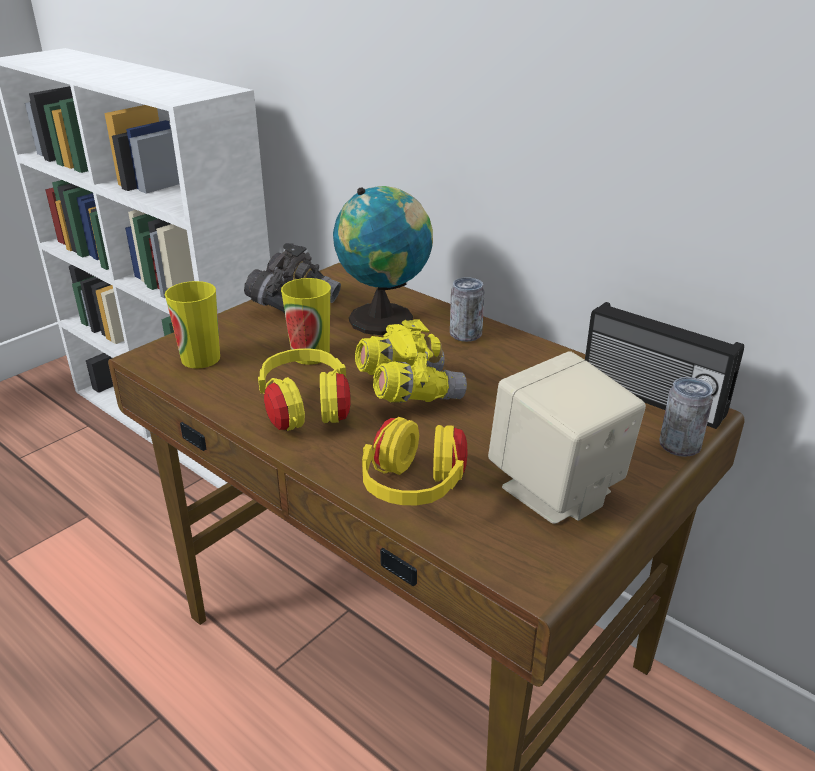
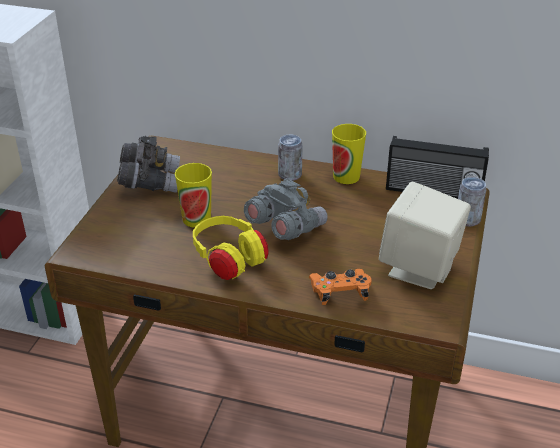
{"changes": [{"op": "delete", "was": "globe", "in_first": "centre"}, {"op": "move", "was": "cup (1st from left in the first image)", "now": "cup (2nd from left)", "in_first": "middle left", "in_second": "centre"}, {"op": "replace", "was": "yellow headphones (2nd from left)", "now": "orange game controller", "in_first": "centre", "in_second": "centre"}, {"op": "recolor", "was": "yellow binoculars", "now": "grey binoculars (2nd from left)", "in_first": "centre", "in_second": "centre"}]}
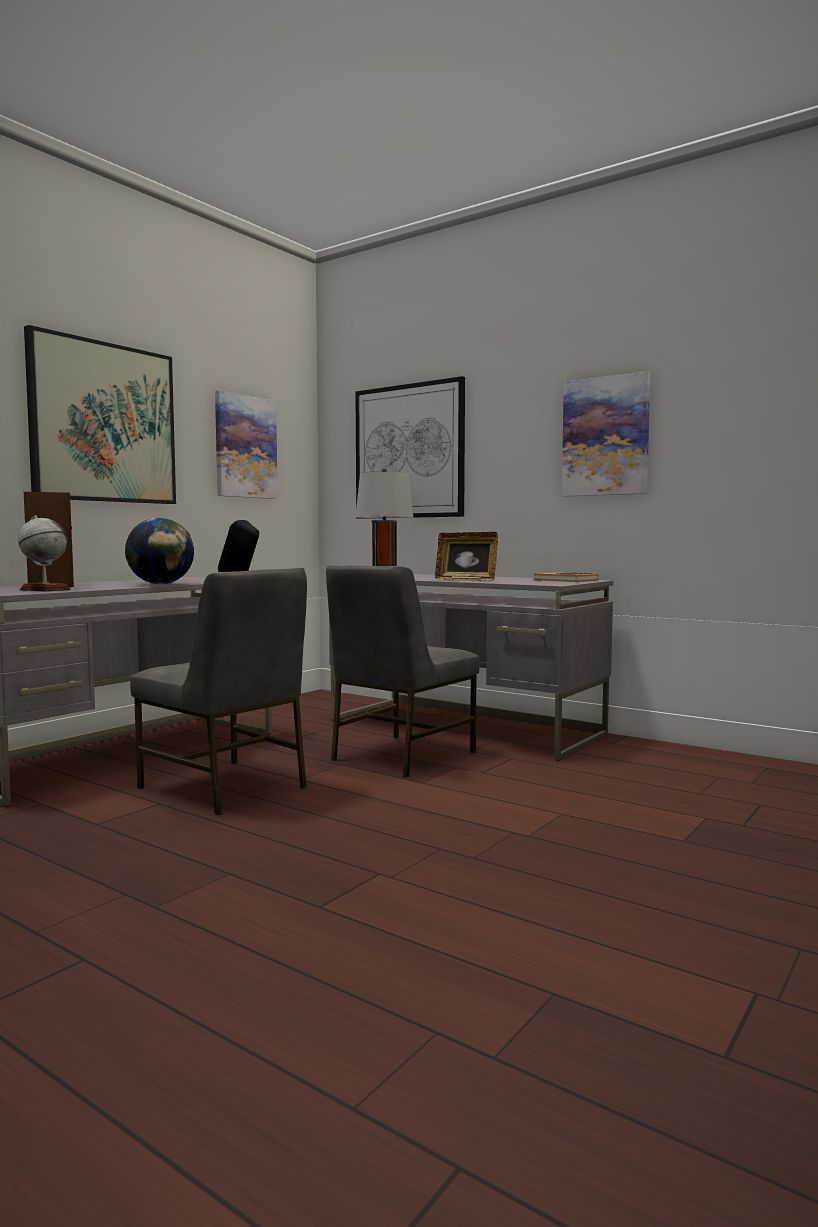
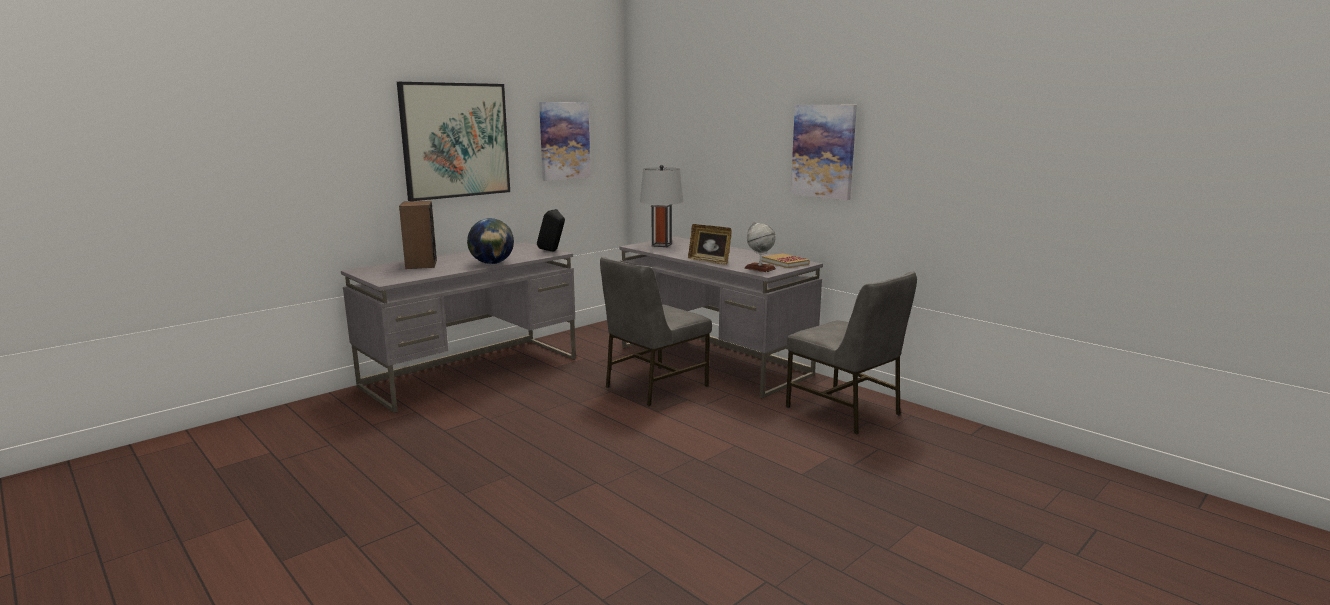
{"changes": [{"op": "delete", "was": "picture (3rd from left)", "in_first": "centre"}, {"op": "move", "was": "globe (1st from left in the first image)", "now": "globe (2nd from left)", "in_first": "middle left", "in_second": "centre"}, {"op": "move", "was": "grey chair (1st from left in the first image)", "now": "grey chair (2nd from left)", "in_first": "middle left", "in_second": "centre"}]}
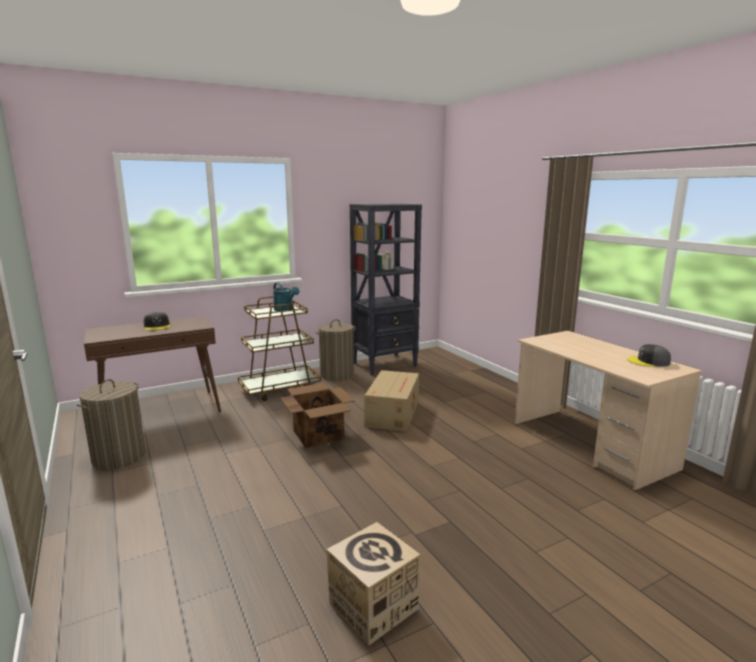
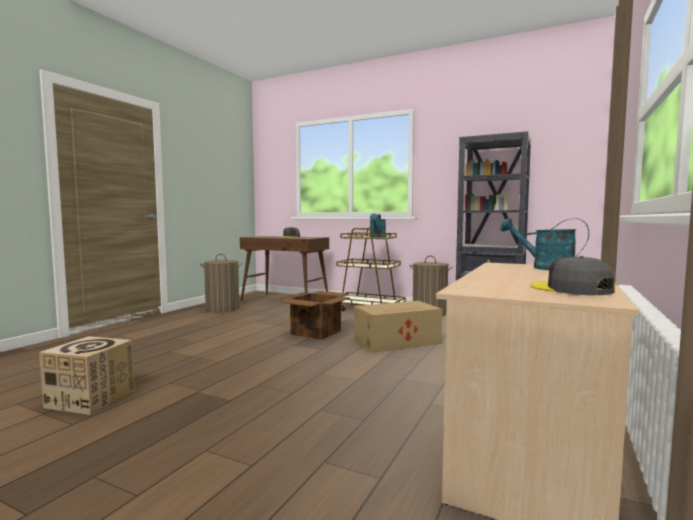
{"changes": [{"op": "insert", "now": "turquoise watering can (2nd from left)", "in_second": "middle right"}]}
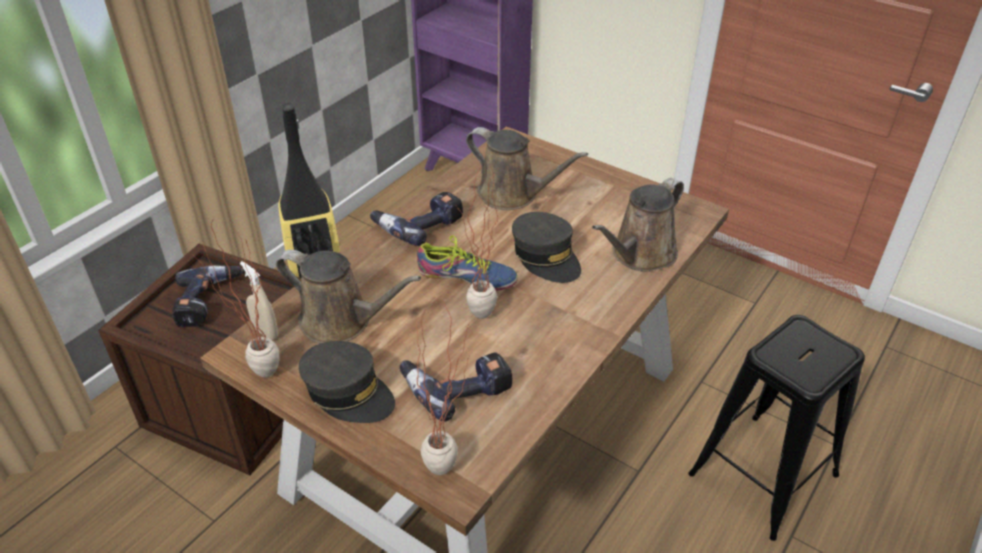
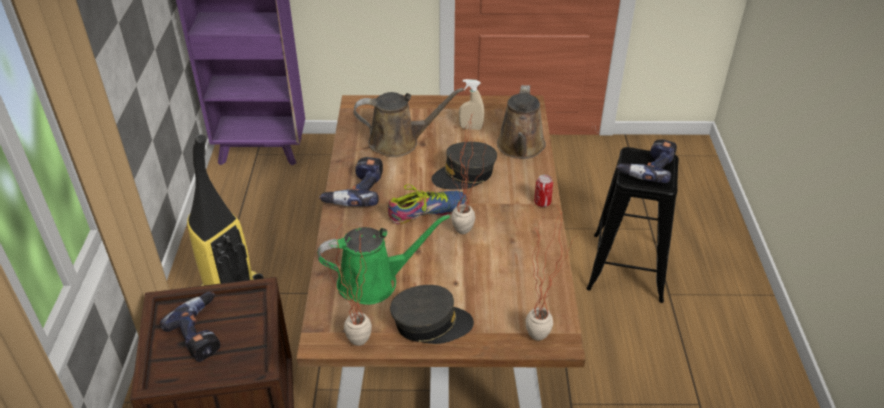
{"changes": [{"op": "insert", "now": "can", "in_second": "centre"}, {"op": "move", "was": "beige spray bottle", "in_first": "middle left", "in_second": "top centre"}, {"op": "move", "was": "power drill (3rd from left)", "in_first": "bottom centre", "in_second": "middle right"}, {"op": "recolor", "was": "brown watering can (1st from left)", "now": "green watering can", "in_first": "centre", "in_second": "centre"}, {"op": "rotate", "was": "grey cap (2nd from left)", "in_first": "centre", "in_second": "centre", "clockwise": 135}]}
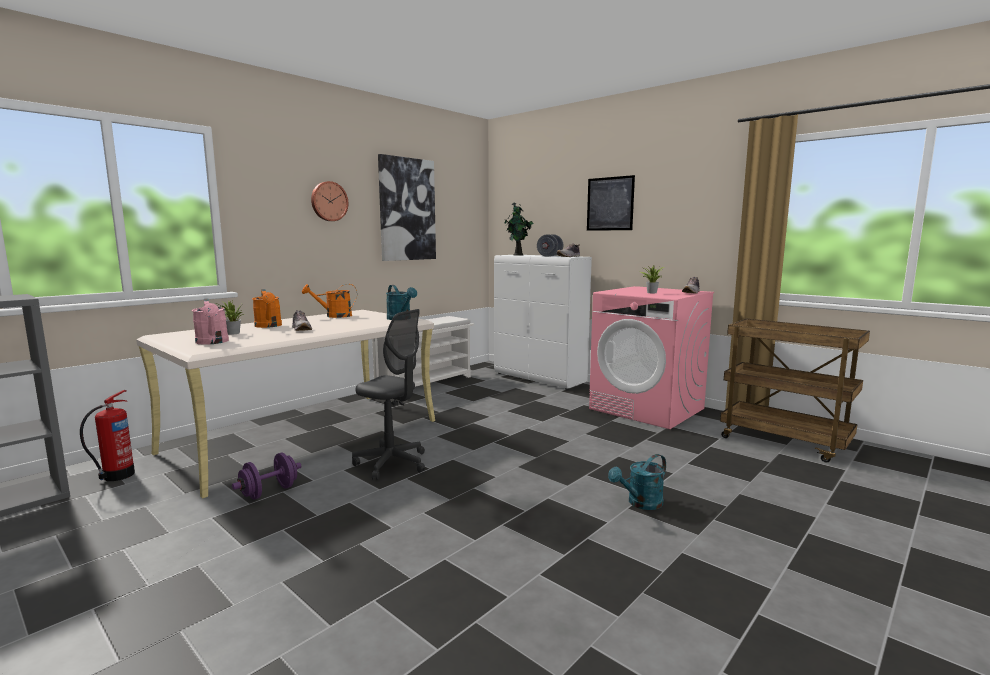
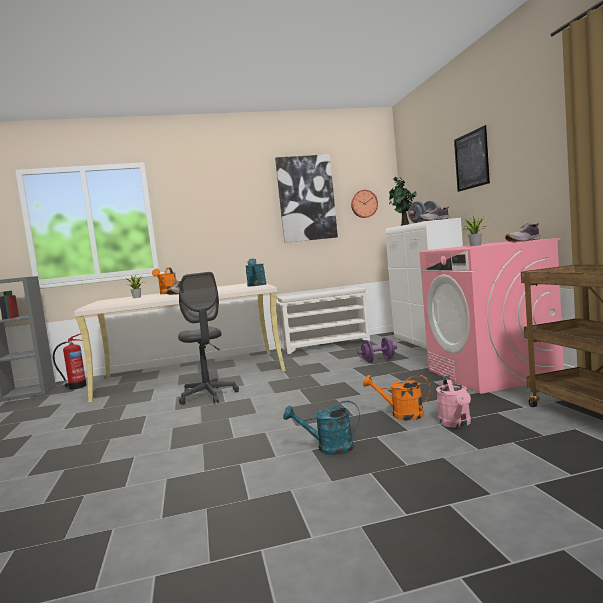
{"changes": [{"op": "move", "was": "pink watering can", "in_first": "middle left", "in_second": "bottom right"}, {"op": "move", "was": "purple dumbbell", "in_first": "bottom left", "in_second": "centre"}, {"op": "move", "was": "orange watering can (2nd from left)", "in_first": "middle left", "in_second": "centre"}, {"op": "move", "was": "wall clock", "in_first": "top left", "in_second": "centre"}]}
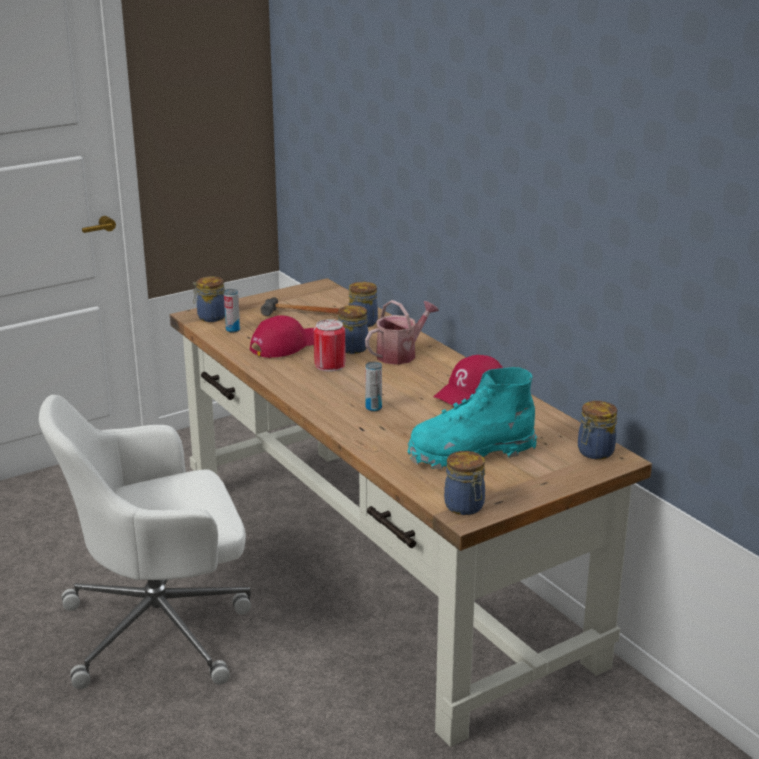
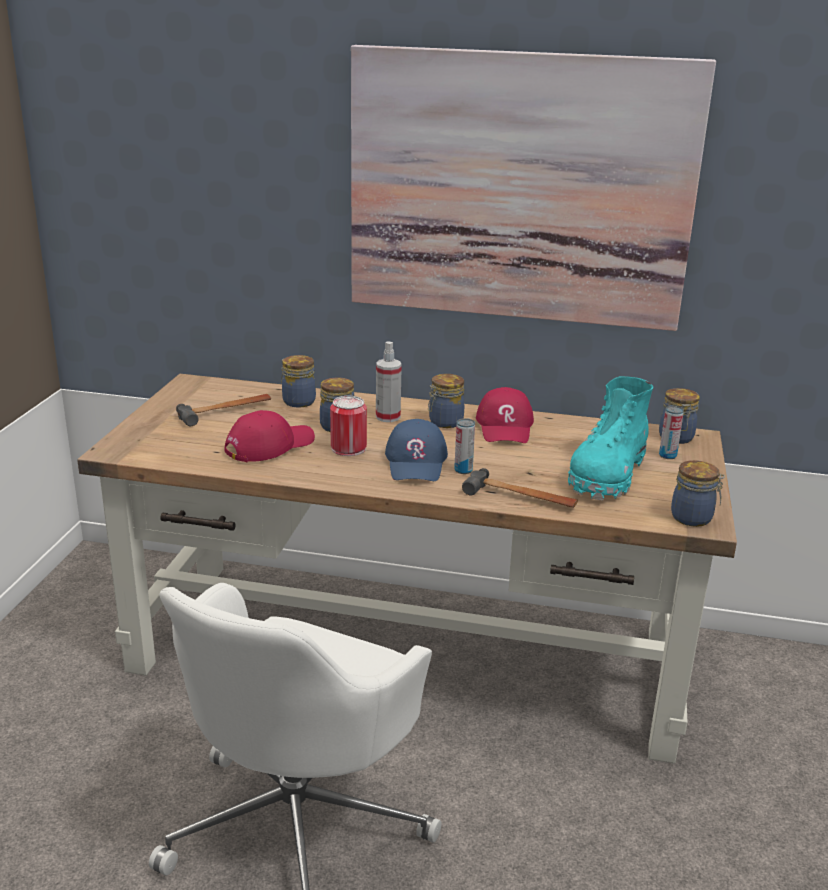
{"changes": [{"op": "insert", "now": "picture", "in_second": "top centre"}, {"op": "insert", "now": "blue cap", "in_second": "centre"}, {"op": "insert", "now": "hammer (2nd from left)", "in_second": "centre"}, {"op": "move", "was": "jar (1st from left in the first image)", "now": "jar (3rd from left)", "in_first": "middle left", "in_second": "centre"}, {"op": "move", "was": "can (1st from left in the first image)", "now": "can (3rd from left)", "in_first": "middle left", "in_second": "middle right"}, {"op": "replace", "was": "watering can", "now": "spray bottle", "in_first": "centre", "in_second": "centre"}, {"op": "rotate", "was": "red cap (1st from left)", "in_first": "centre", "in_second": "middle left", "clockwise": 45}]}
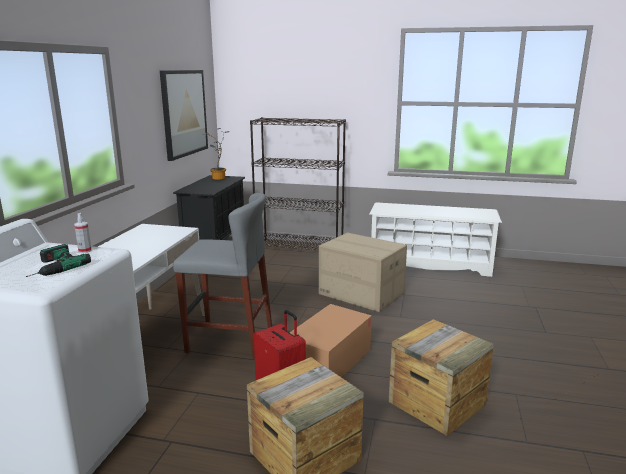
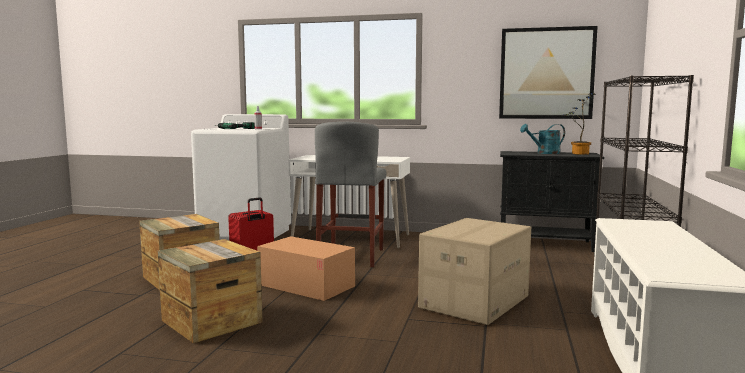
{"changes": [{"op": "insert", "now": "turquoise watering can", "in_second": "middle right"}]}
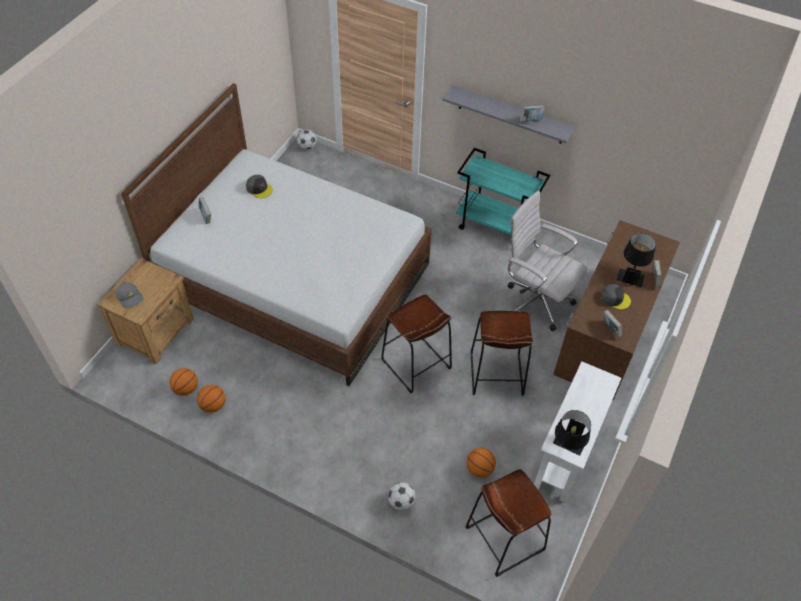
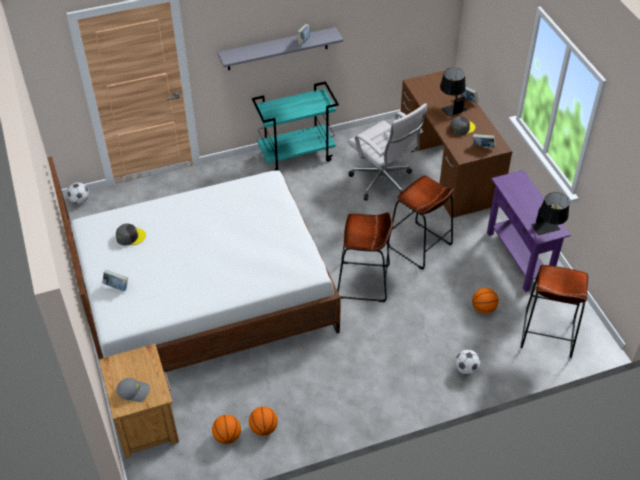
{"changes": [{"op": "recolor", "was": "white console table", "now": "purple console table", "in_first": "bottom right", "in_second": "middle right"}, {"op": "rotate", "was": "white office chair", "in_first": "middle right", "in_second": "top centre", "clockwise": -120}]}
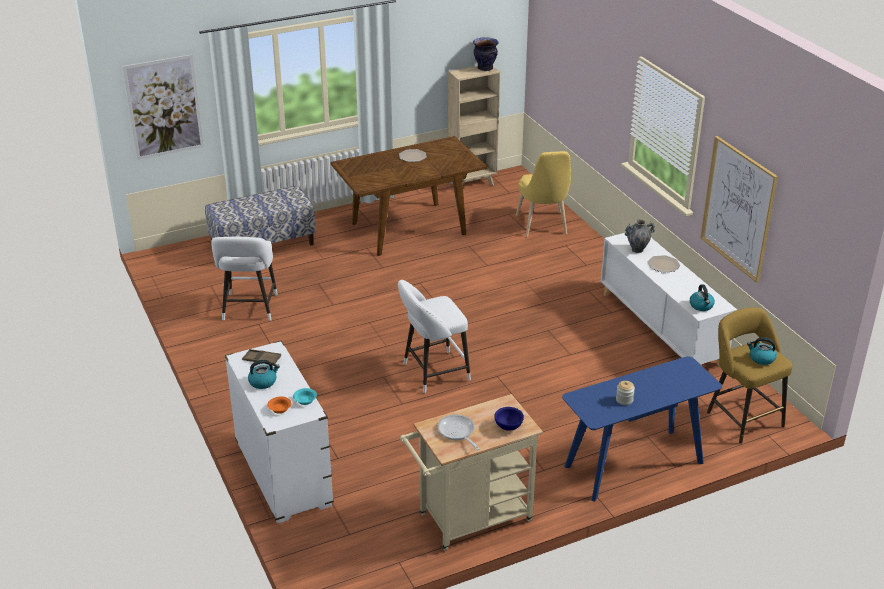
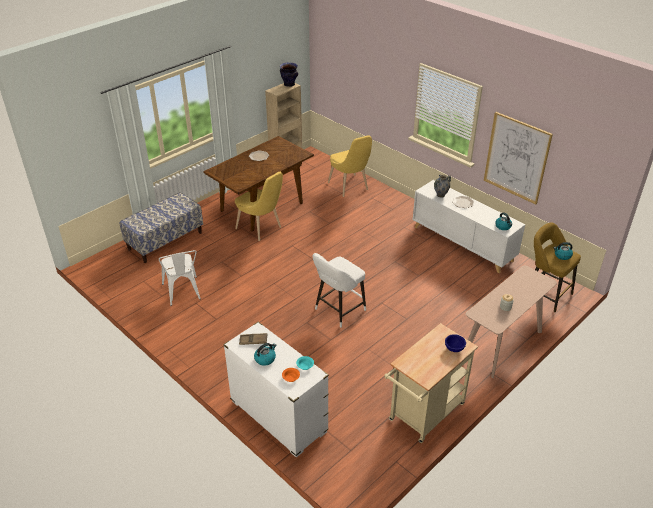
{"changes": [{"op": "delete", "was": "picture (1st from left)", "in_first": "top left"}, {"op": "delete", "was": "frying pan", "in_first": "bottom centre"}, {"op": "insert", "now": "yellow chair (1st from left)", "in_second": "centre"}, {"op": "replace", "was": "white stool (1st from left)", "now": "white chair", "in_first": "middle left", "in_second": "middle left"}, {"op": "recolor", "was": "blue console table", "now": "beige console table", "in_first": "bottom right", "in_second": "middle right"}]}
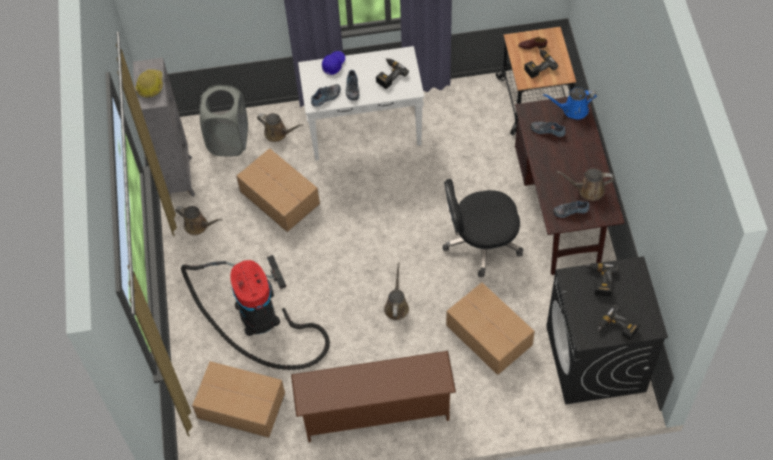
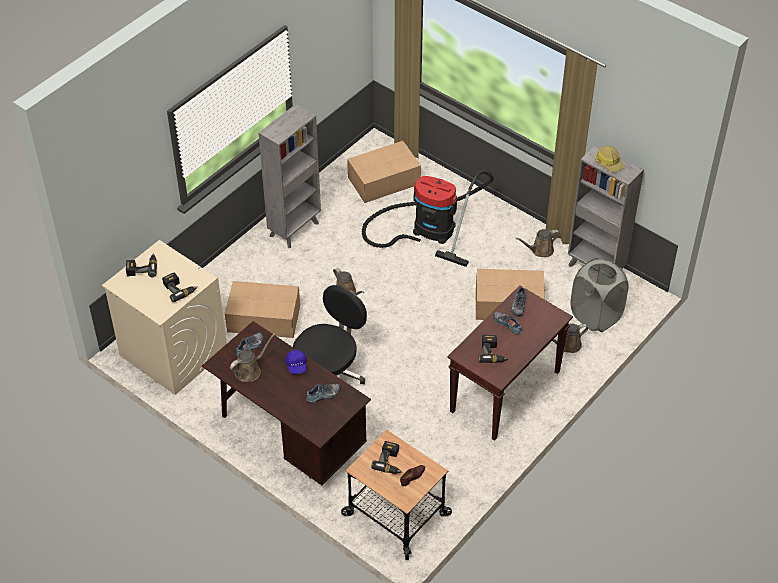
{"changes": [{"op": "delete", "was": "blue watering can", "in_first": "top right"}, {"op": "move", "was": "blue cap", "in_first": "top centre", "in_second": "centre"}, {"op": "replace", "was": "brown shoe rack", "now": "grey bookcase (1st from left)", "in_first": "bottom centre", "in_second": "top centre"}, {"op": "recolor", "was": "white console table", "now": "brown console table", "in_first": "top centre", "in_second": "centre"}, {"op": "recolor", "was": "black washing machine", "now": "beige washing machine", "in_first": "bottom right", "in_second": "middle left"}]}
